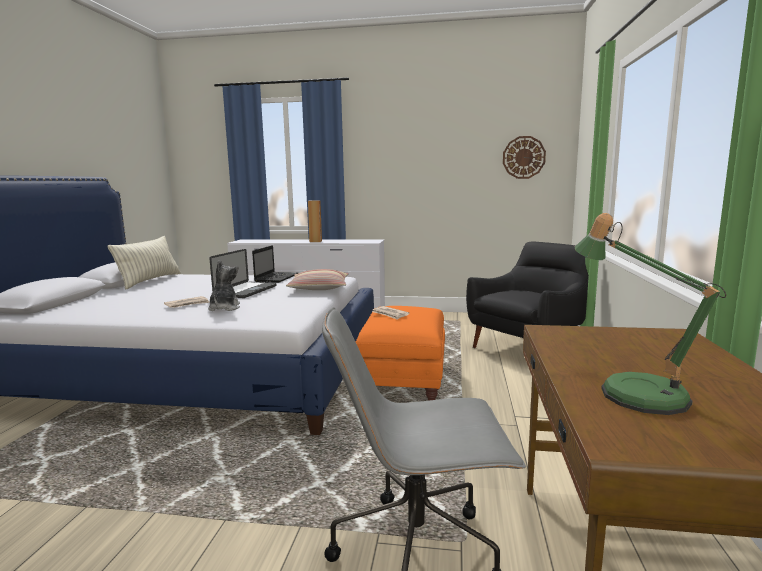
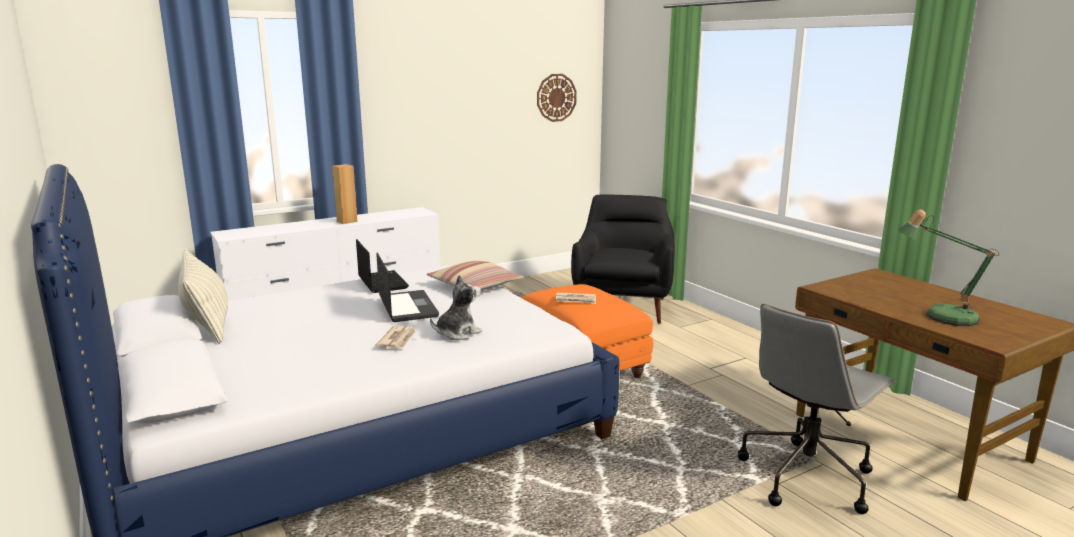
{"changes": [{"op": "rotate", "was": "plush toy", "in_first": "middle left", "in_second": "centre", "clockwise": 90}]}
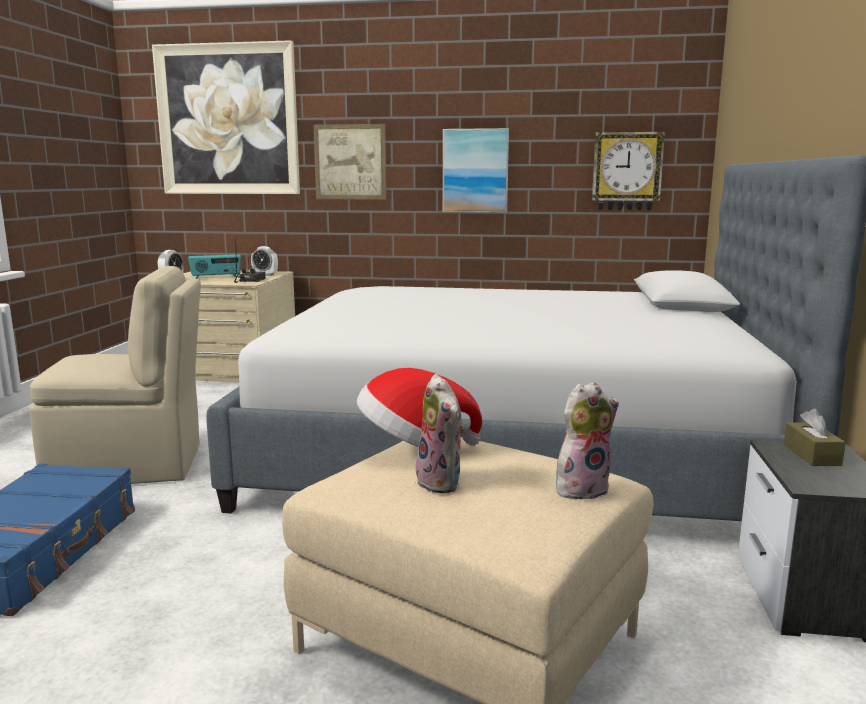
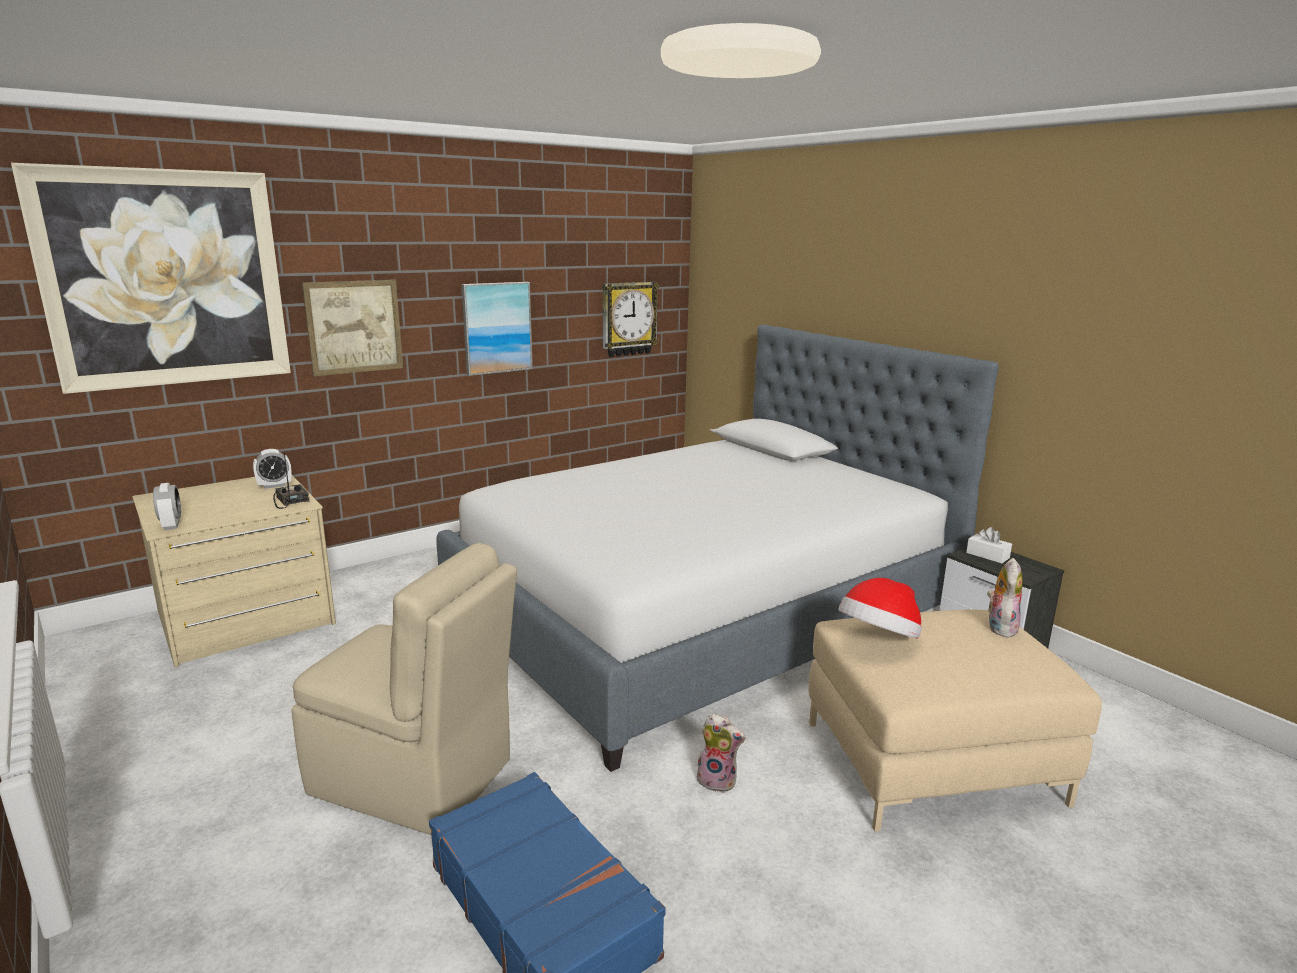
{"changes": [{"op": "delete", "was": "radio (1st from left)", "in_first": "middle left"}, {"op": "move", "was": "plush toy (1st from left)", "in_first": "centre", "in_second": "bottom centre"}, {"op": "recolor", "was": "brown tissue box", "now": "white tissue box", "in_first": "middle right", "in_second": "middle right"}, {"op": "rotate", "was": "beige chair", "in_first": "middle left", "in_second": "bottom left", "clockwise": 75}]}
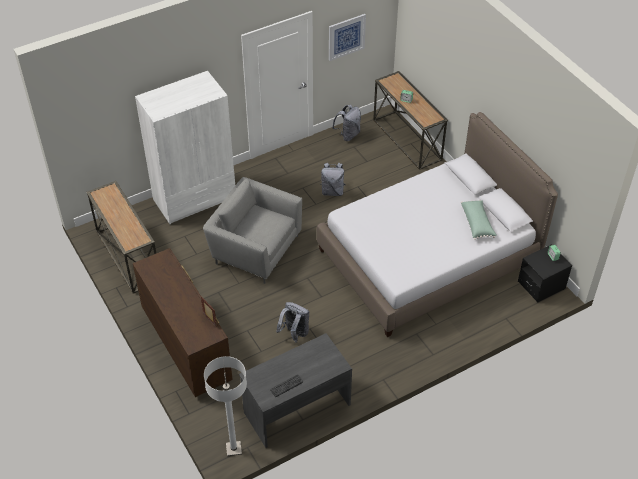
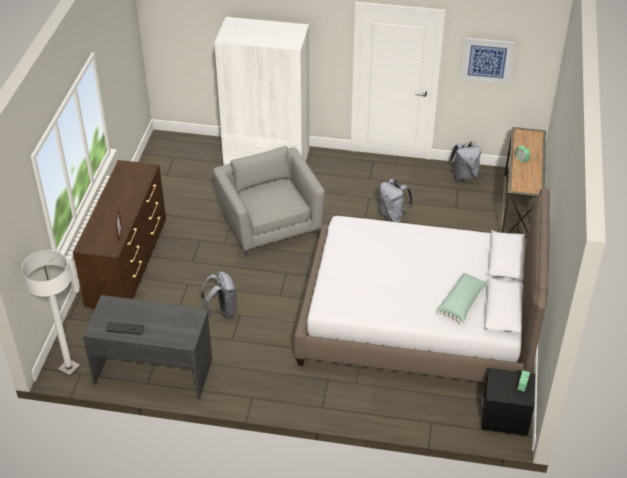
{"changes": [{"op": "delete", "was": "console table (1st from left)", "in_first": "middle left"}]}
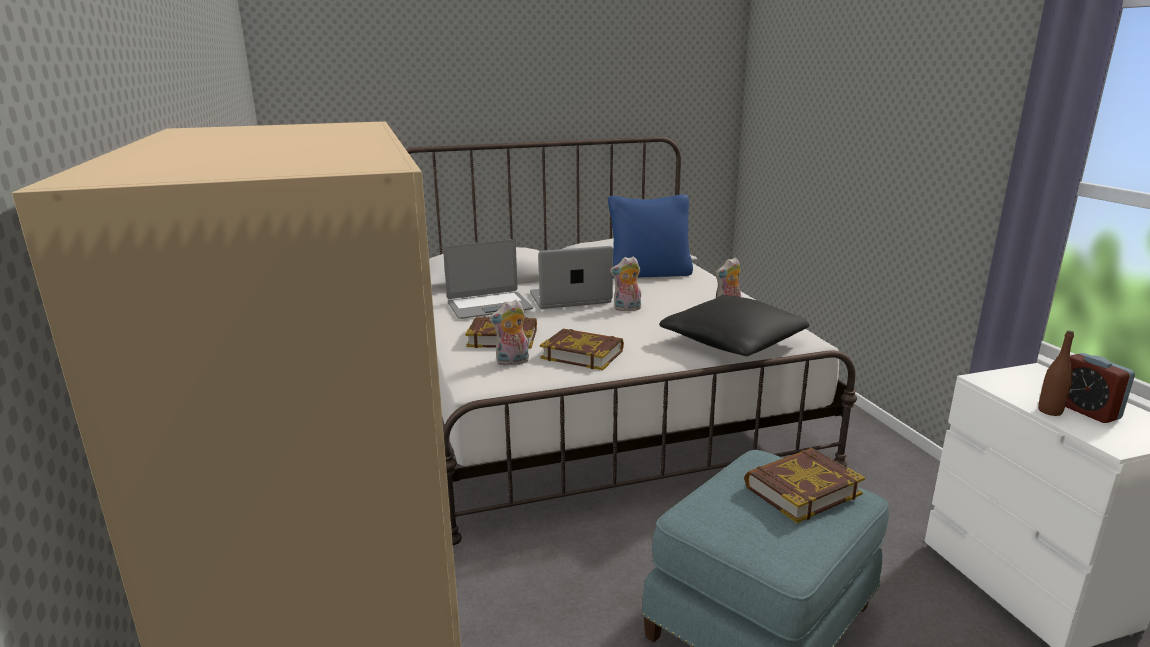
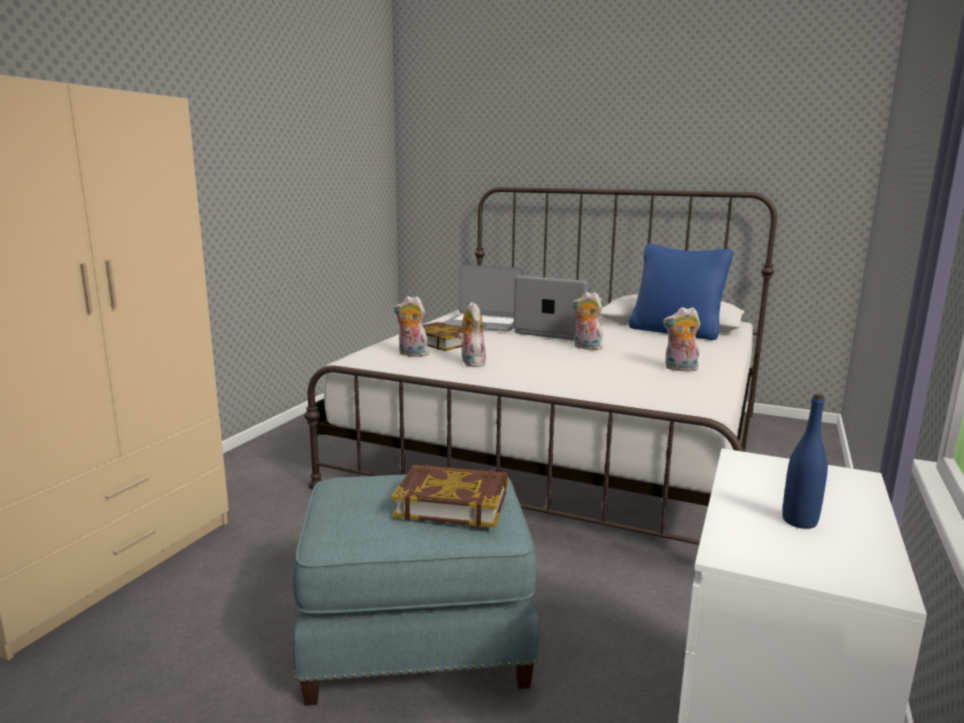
{"changes": [{"op": "delete", "was": "black pillow", "in_first": "centre"}, {"op": "delete", "was": "brown bottle", "in_first": "middle right"}, {"op": "replace", "was": "book (2nd from left)", "now": "plush toy (2nd from left)", "in_first": "centre", "in_second": "centre"}, {"op": "replace", "was": "alarm clock", "now": "blue bottle", "in_first": "middle right", "in_second": "middle right"}]}
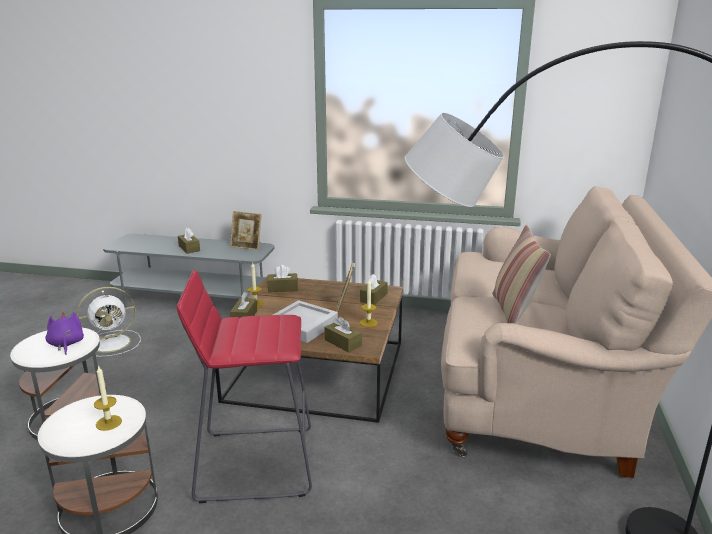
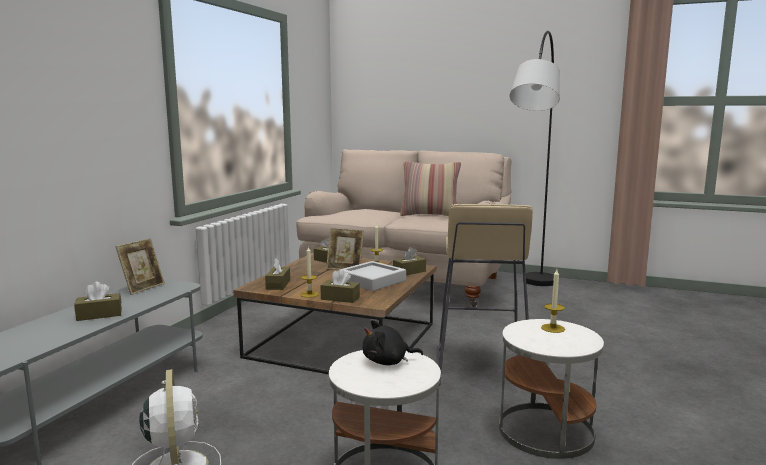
{"changes": [{"op": "recolor", "was": "purple plush toy", "now": "black plush toy", "in_first": "middle left", "in_second": "bottom centre"}, {"op": "recolor", "was": "red stool", "now": "beige stool", "in_first": "bottom centre", "in_second": "centre"}]}
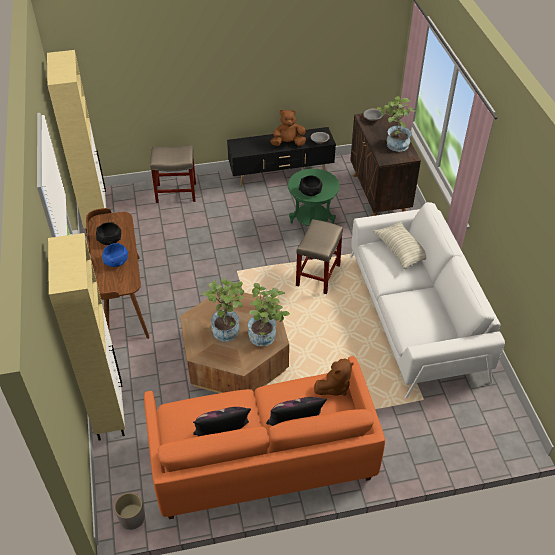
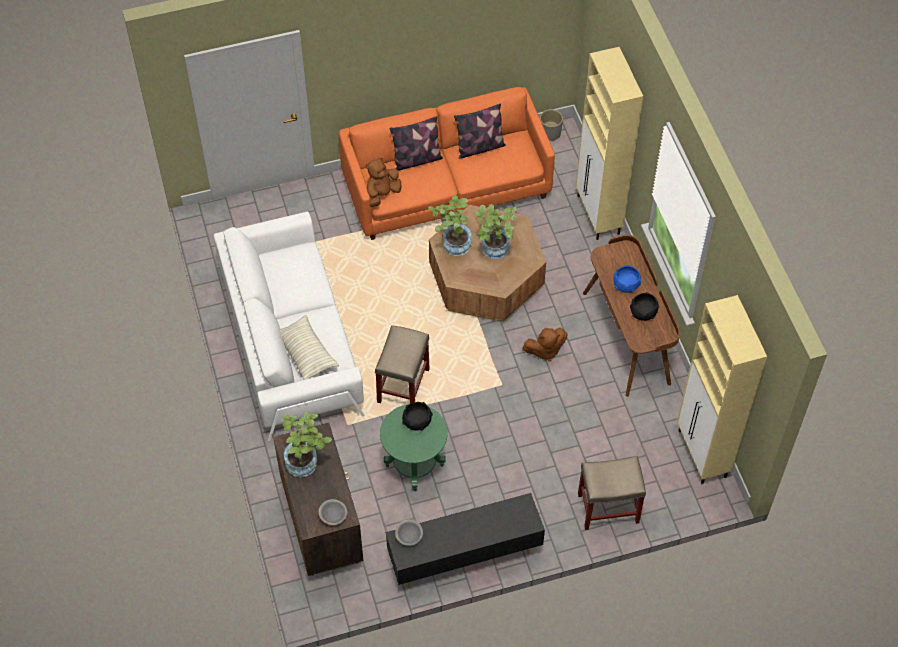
{"changes": [{"op": "move", "was": "brown plush toy (1st from left in the first image)", "now": "brown plush toy (2nd from left)", "in_first": "top centre", "in_second": "centre"}]}
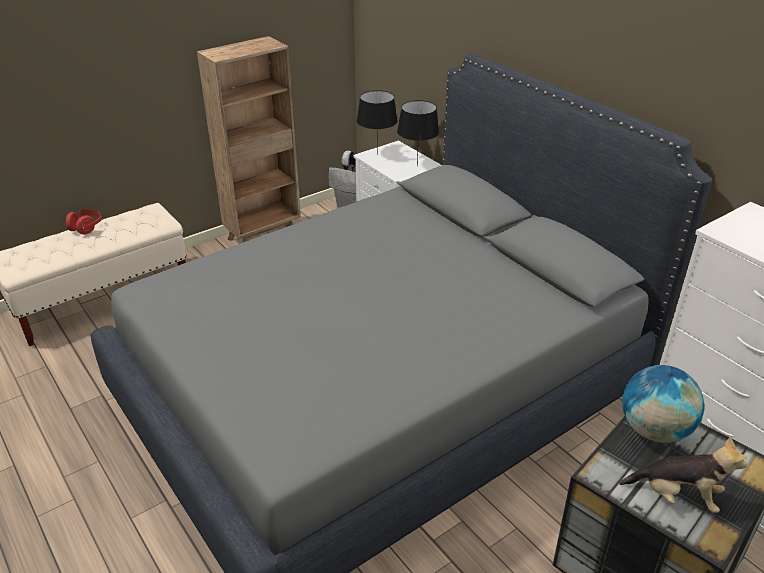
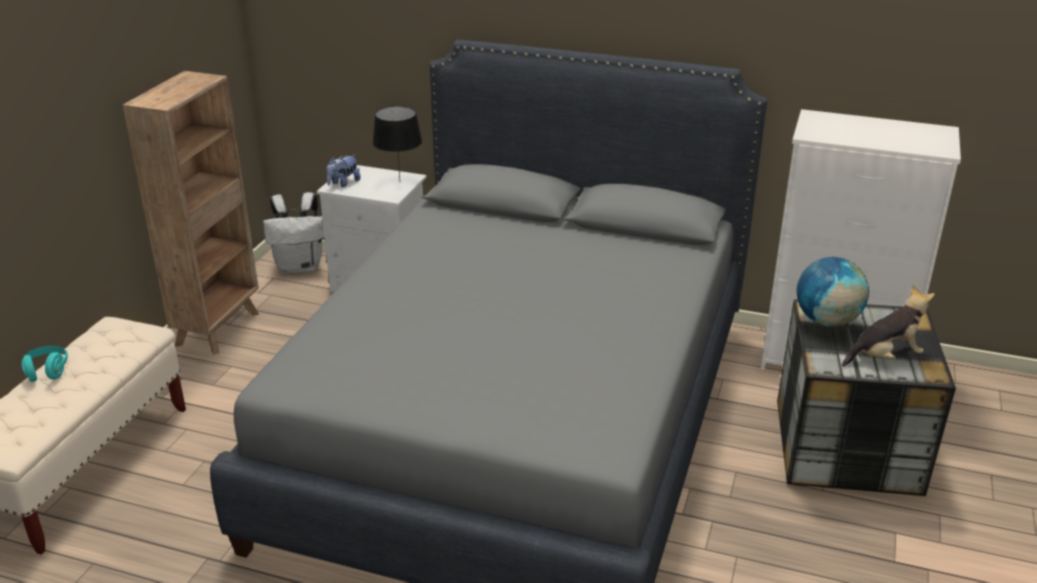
{"changes": [{"op": "replace", "was": "black table lamp (1st from left)", "now": "plush toy (1st from left)", "in_first": "top centre", "in_second": "top left"}, {"op": "recolor", "was": "red headphones", "now": "turquoise headphones", "in_first": "middle left", "in_second": "middle left"}]}
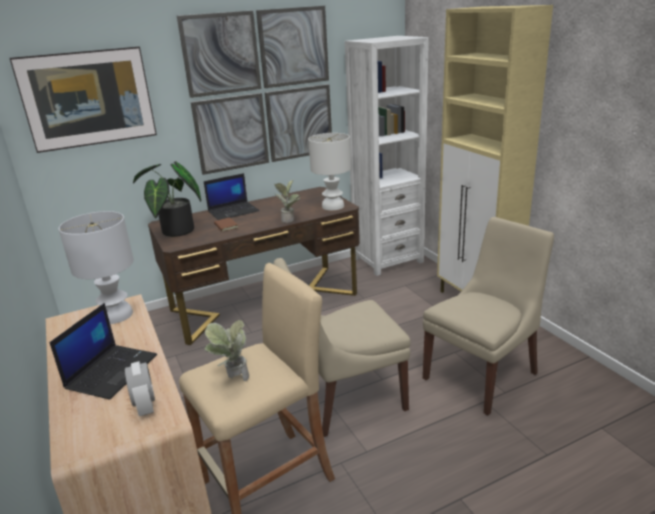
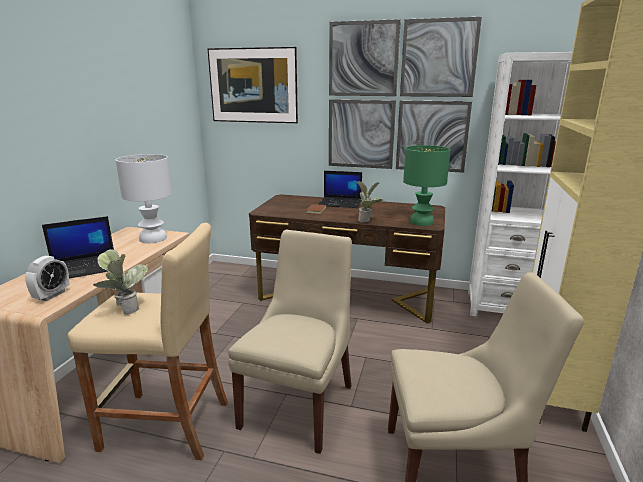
{"changes": [{"op": "delete", "was": "potted plant (1st from left)", "in_first": "middle left"}, {"op": "recolor", "was": "white table lamp (2nd from left)", "now": "green table lamp", "in_first": "centre", "in_second": "centre"}, {"op": "rotate", "was": "beige chair (1st from left)", "in_first": "bottom centre", "in_second": "bottom centre", "clockwise": 90}]}
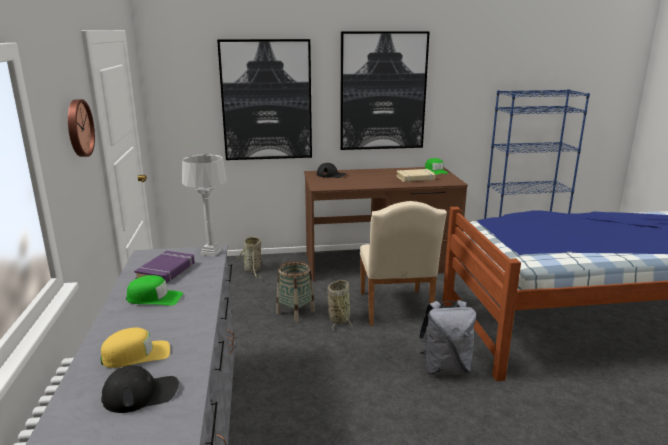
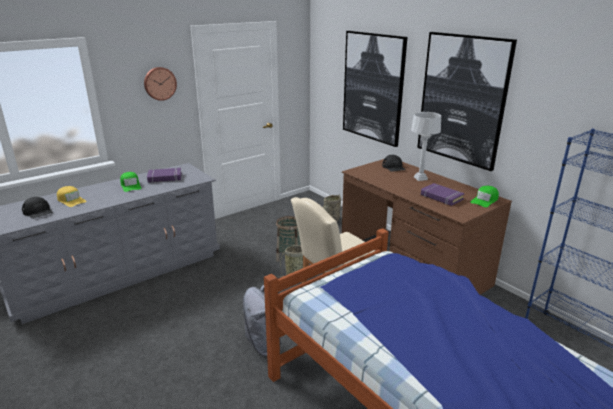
{"changes": [{"op": "move", "was": "grey table lamp", "in_first": "middle left", "in_second": "middle right"}, {"op": "recolor", "was": "beige book", "now": "purple book (2nd from left)", "in_first": "centre", "in_second": "middle right"}]}
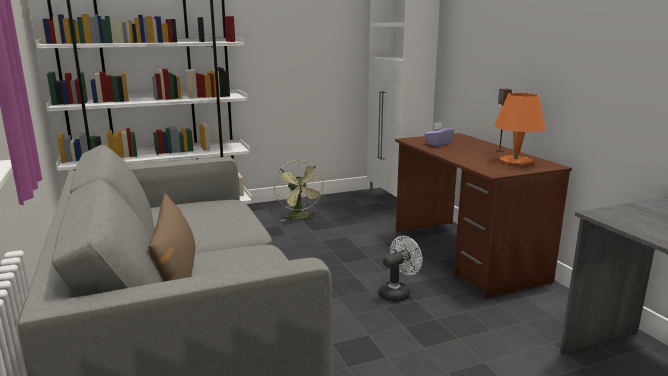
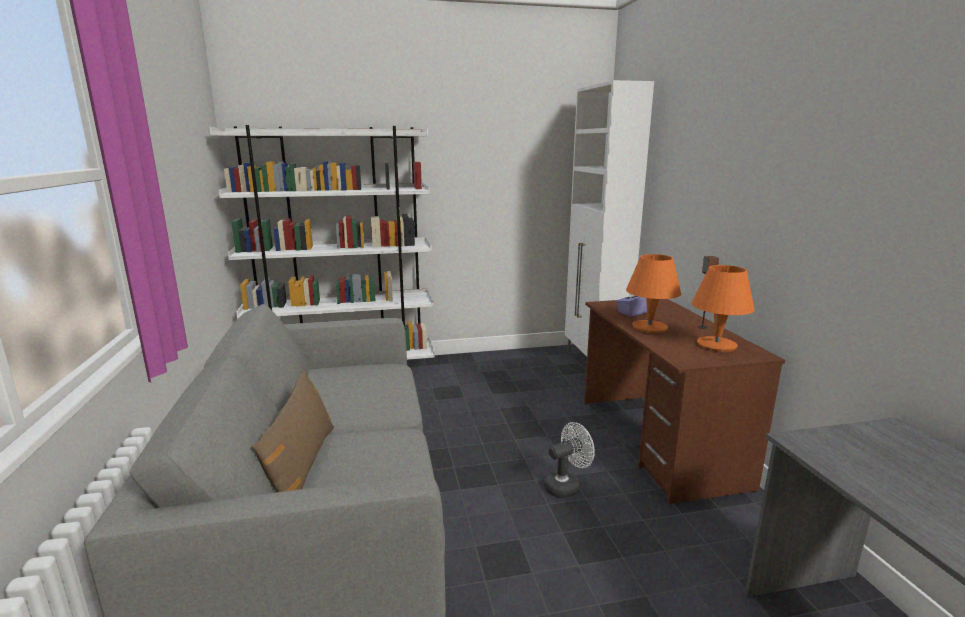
{"changes": [{"op": "delete", "was": "green fan", "in_first": "centre"}, {"op": "insert", "now": "orange table lamp (1st from left)", "in_second": "middle right"}]}
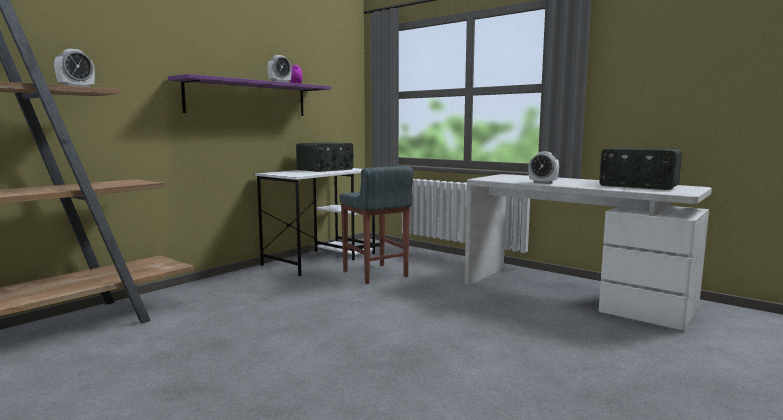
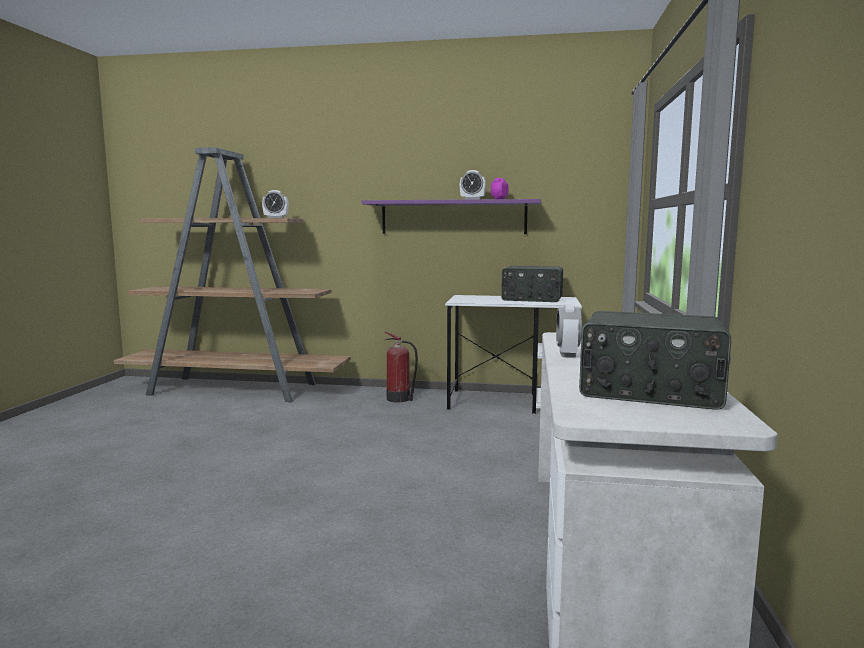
{"changes": [{"op": "delete", "was": "grey stool", "in_first": "centre"}, {"op": "insert", "now": "fire extinguisher", "in_second": "centre"}, {"op": "rotate", "was": "radio (2nd from left)", "in_first": "middle right", "in_second": "middle right", "clockwise": -75}]}
